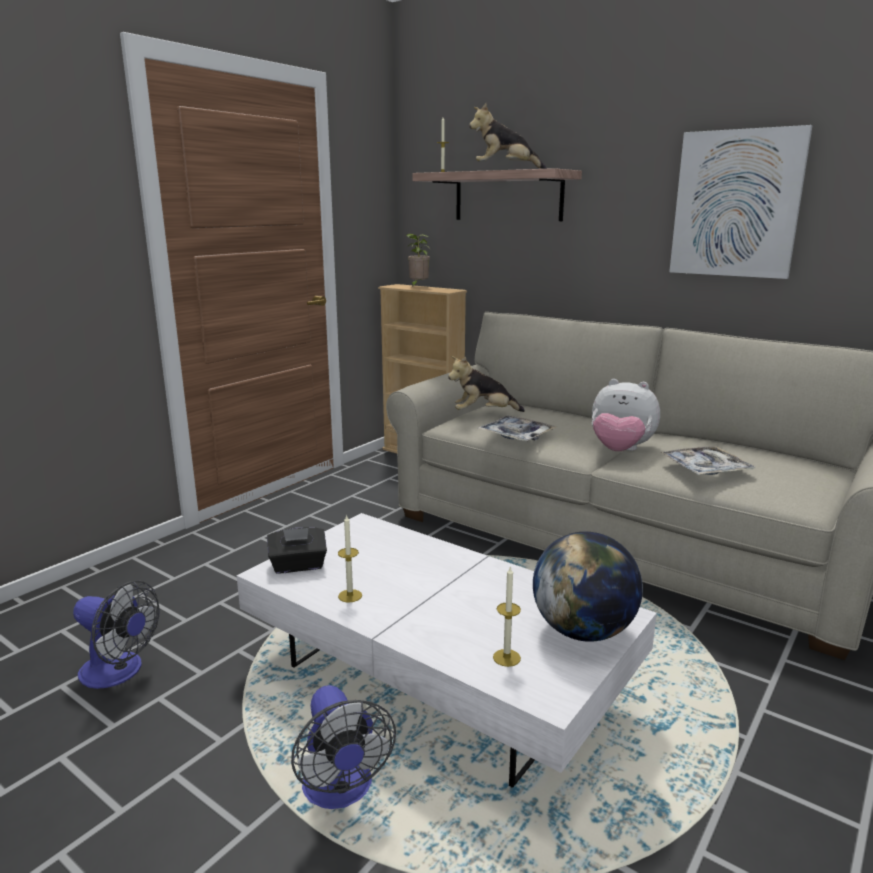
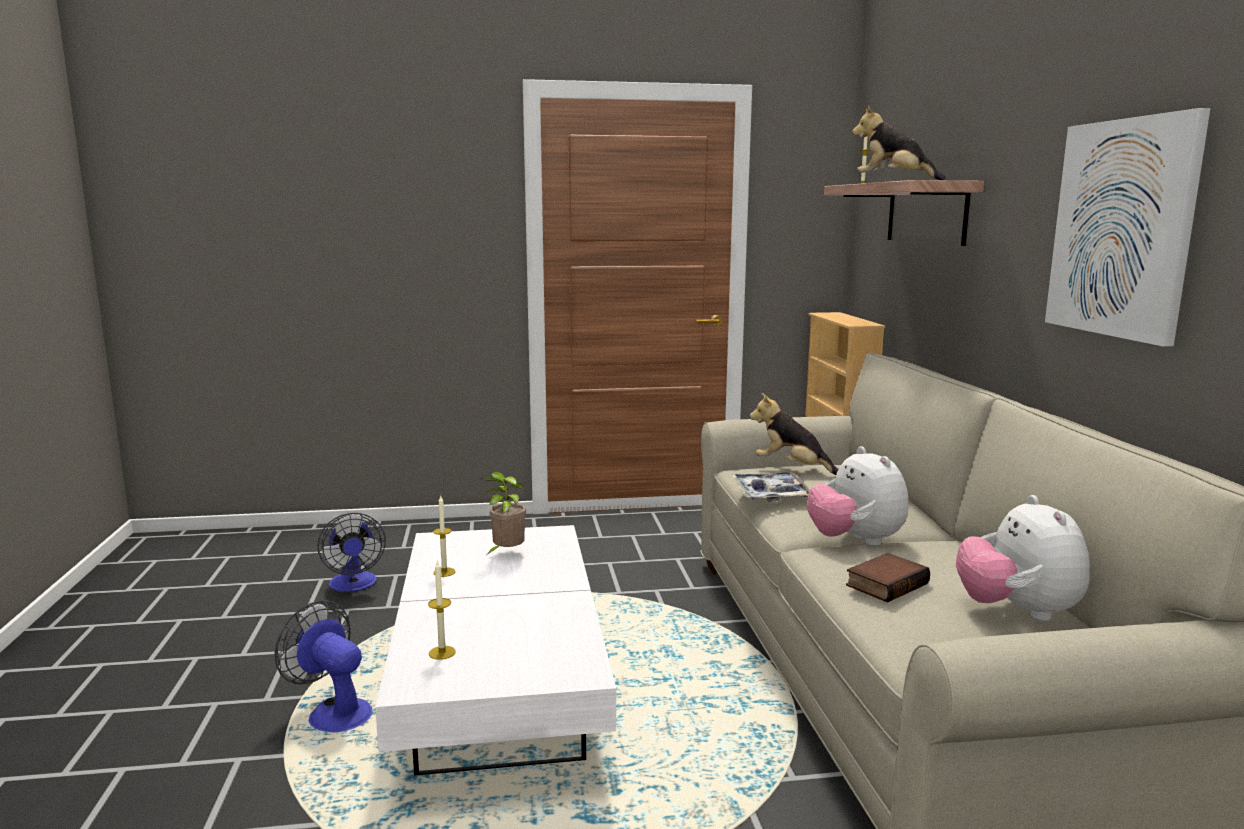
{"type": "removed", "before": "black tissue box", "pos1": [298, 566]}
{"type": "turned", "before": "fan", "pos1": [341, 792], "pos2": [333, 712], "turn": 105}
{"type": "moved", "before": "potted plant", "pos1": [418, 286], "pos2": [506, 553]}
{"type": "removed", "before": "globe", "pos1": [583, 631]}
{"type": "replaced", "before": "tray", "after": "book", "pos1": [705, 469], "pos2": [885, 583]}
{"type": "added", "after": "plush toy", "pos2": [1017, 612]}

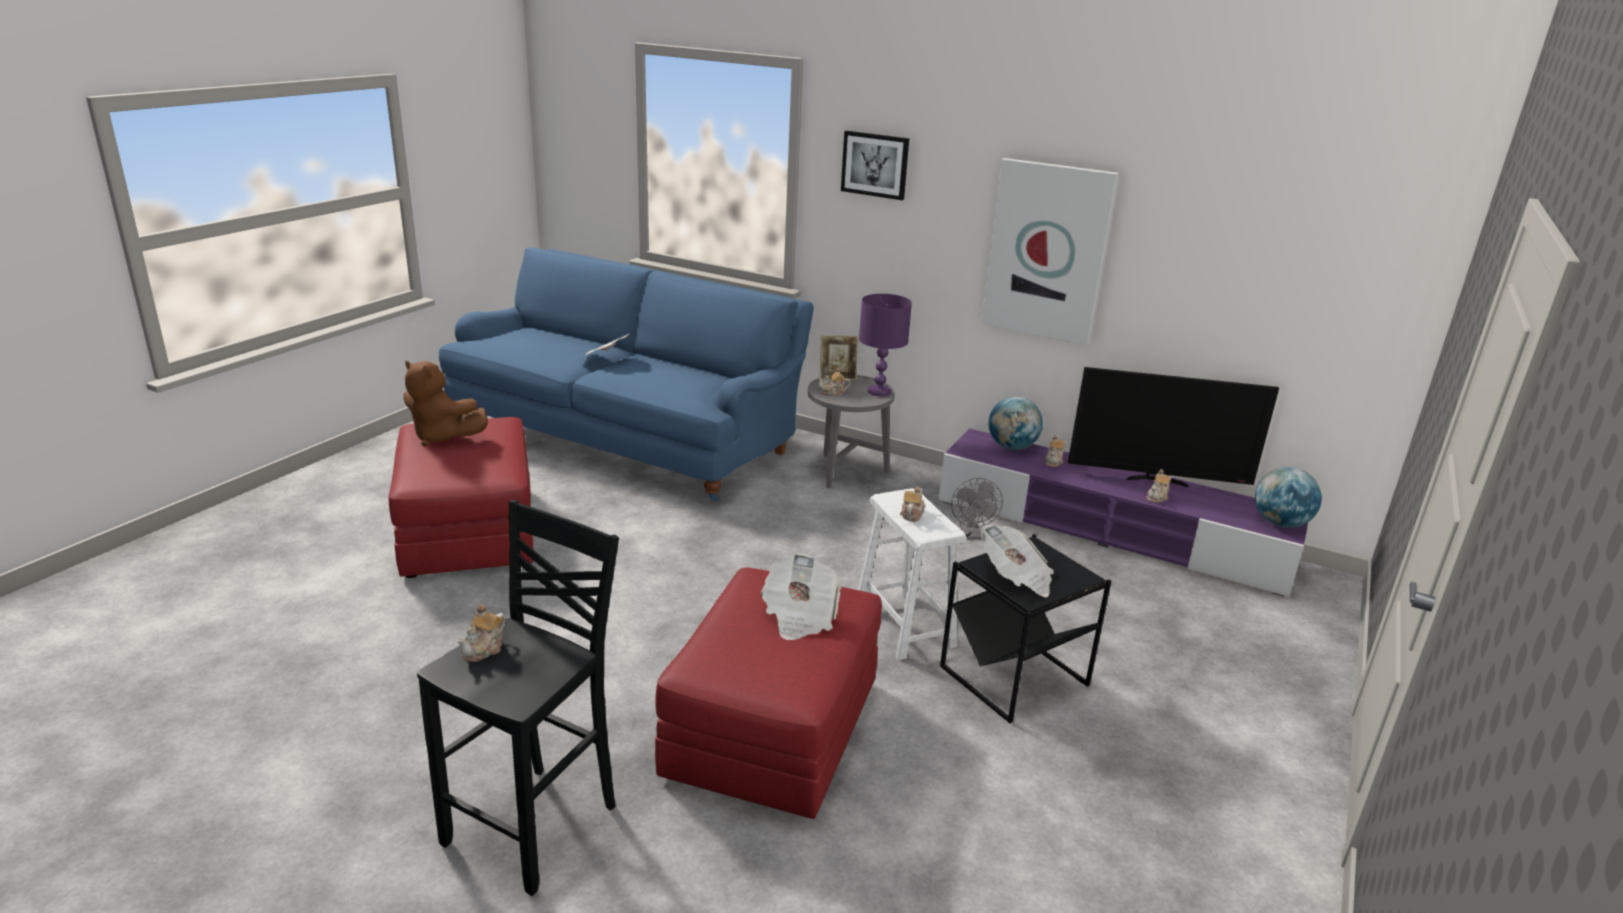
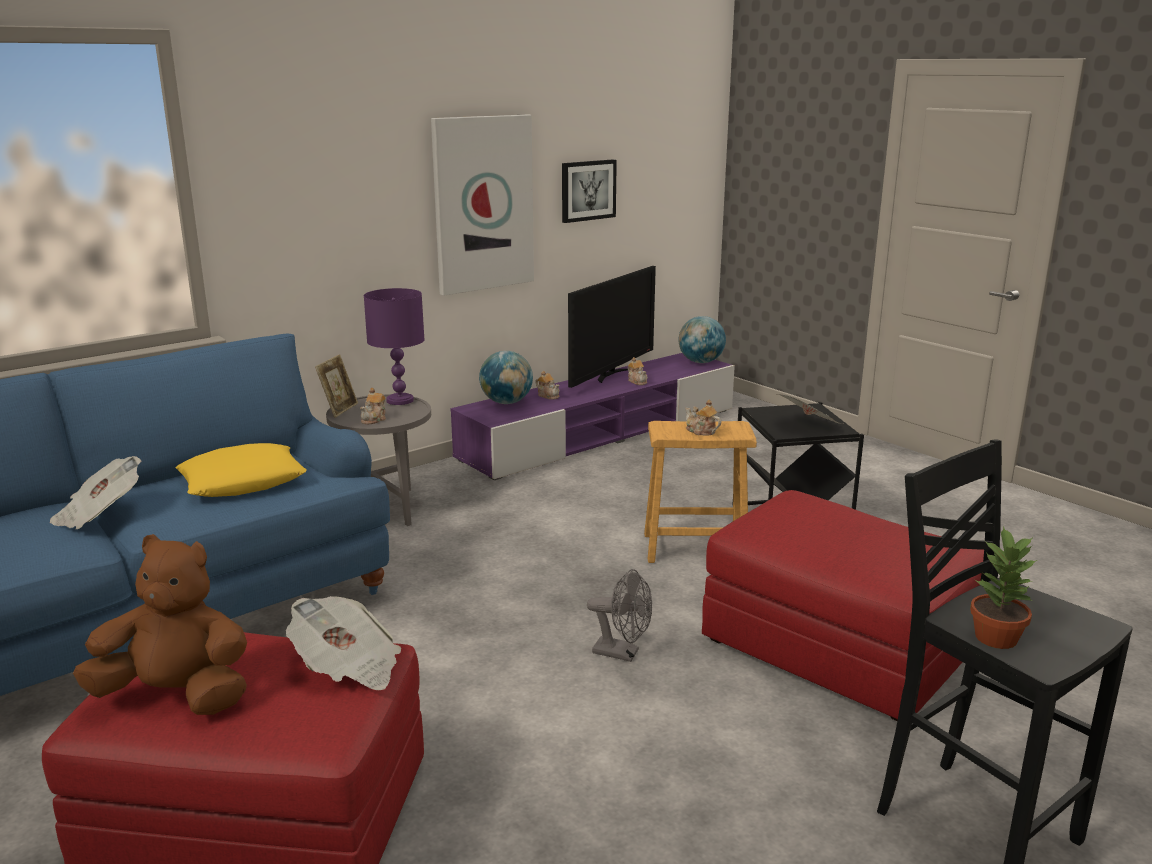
{"type": "turned", "before": "brown plush toy", "pos1": [442, 437], "pos2": [177, 695], "turn": -135}
{"type": "replaced", "before": "teapot", "after": "potted plant", "pos1": [484, 649], "pos2": [996, 637]}
{"type": "moved", "before": "newspaper", "pos1": [799, 616], "pos2": [348, 667]}
{"type": "moved", "before": "picture", "pos1": [875, 164], "pos2": [587, 190]}
{"type": "recoloured", "before": "white stool", "after": "brown stool", "pos1": [903, 625], "pos2": [695, 548]}
{"type": "moved", "before": "grey fan", "pos1": [971, 535], "pos2": [622, 653]}
{"type": "added", "after": "yellow pillow", "pos2": [243, 481]}

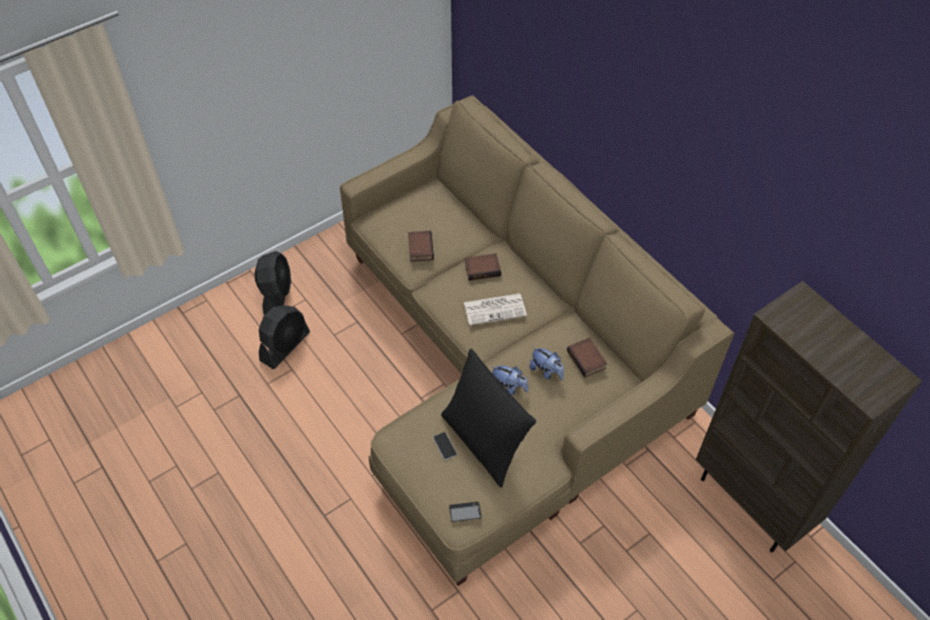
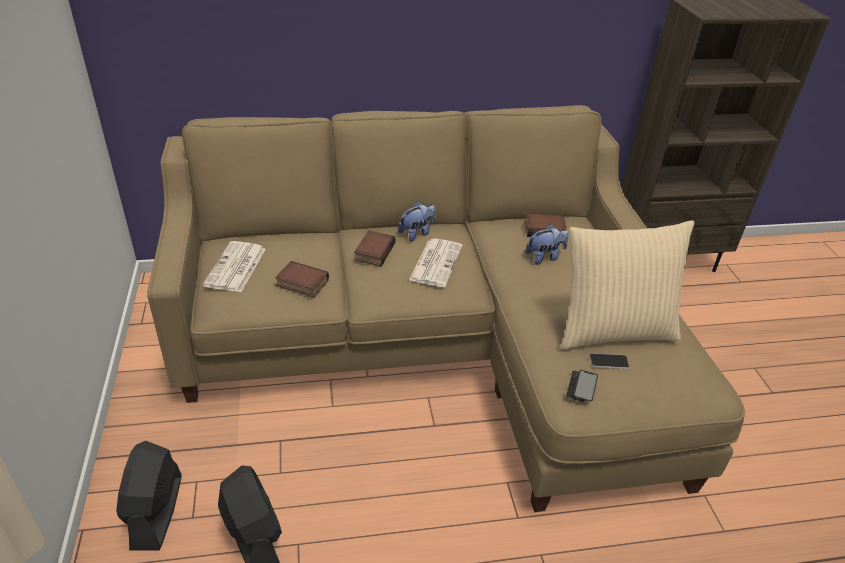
{"type": "turned", "before": "black fan", "pos1": [277, 294], "pos2": [156, 512], "turn": -120}
{"type": "recoloured", "before": "black pillow", "after": "beige pillow", "pos1": [485, 441], "pos2": [613, 330]}
{"type": "moved", "before": "phone", "pos1": [465, 512], "pos2": [581, 387]}
{"type": "moved", "before": "plush toy", "pos1": [509, 387], "pos2": [417, 233]}
{"type": "added", "after": "newspaper", "pos2": [236, 268]}

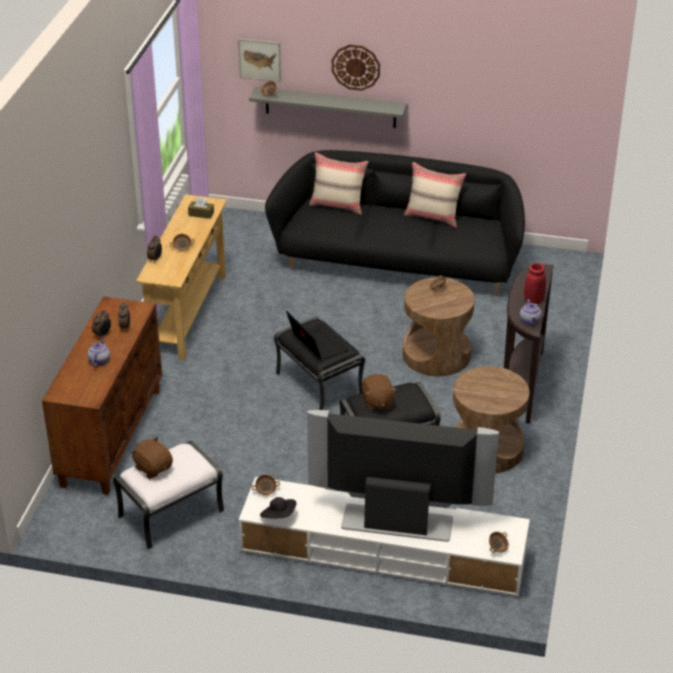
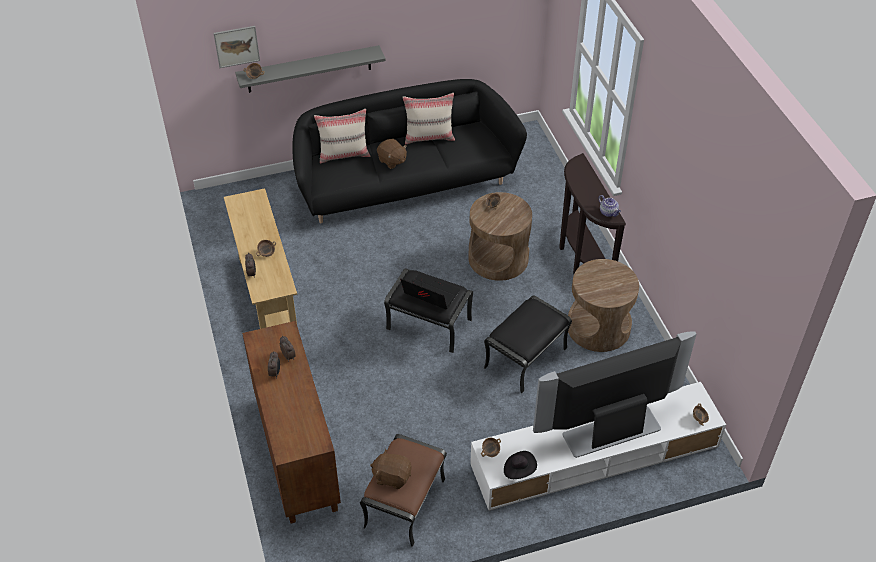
{"type": "removed", "before": "teapot", "pos1": [99, 360]}
{"type": "recoloured", "before": "white ottoman", "after": "brown ottoman", "pos1": [171, 515], "pos2": [405, 504]}
{"type": "removed", "before": "brown tissue box", "pos1": [201, 214]}
{"type": "removed", "before": "wall clock", "pos1": [356, 67]}
{"type": "moved", "before": "brown plush toy", "pos1": [377, 402], "pos2": [392, 161]}
{"type": "removed", "before": "red vase", "pos1": [533, 301]}

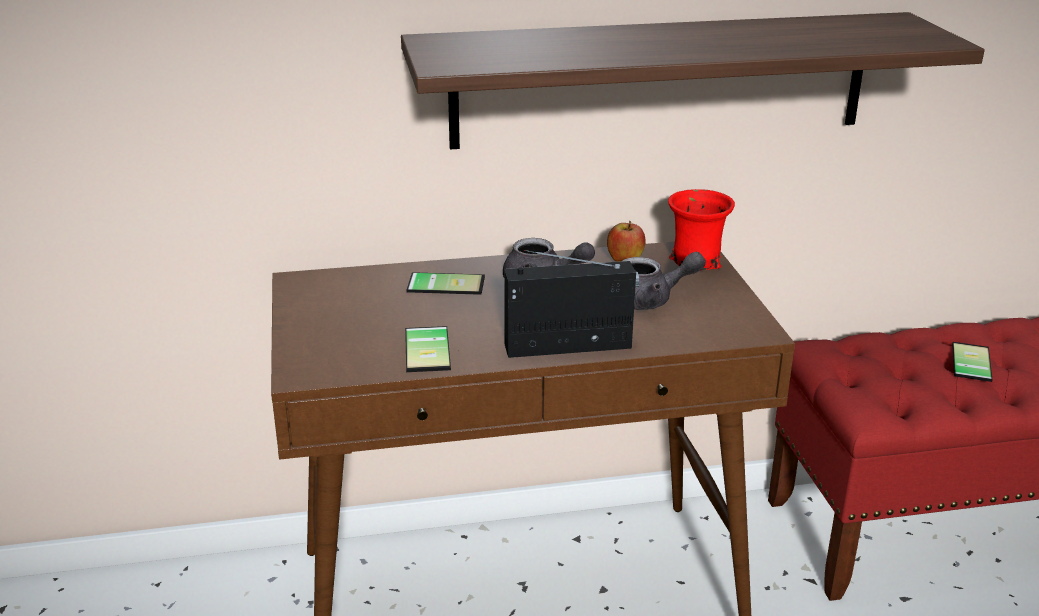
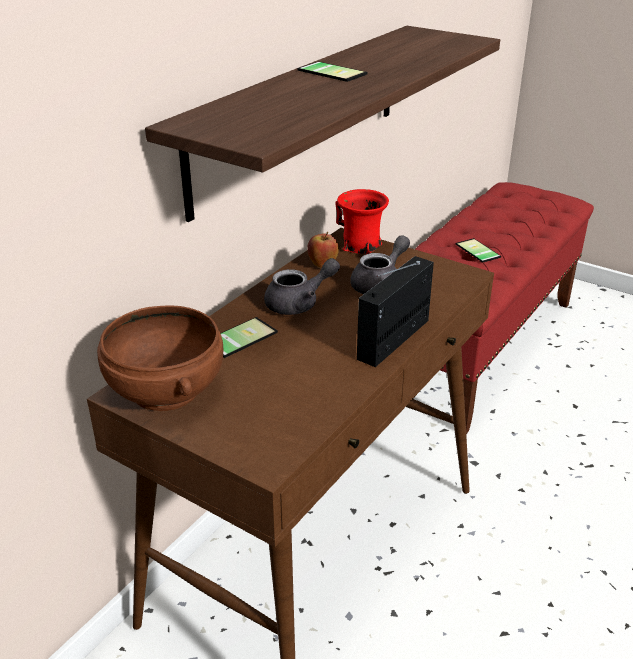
{"type": "moved", "before": "phone", "pos1": [432, 349], "pos2": [334, 71]}
{"type": "added", "after": "brown bowl", "pos2": [164, 391]}

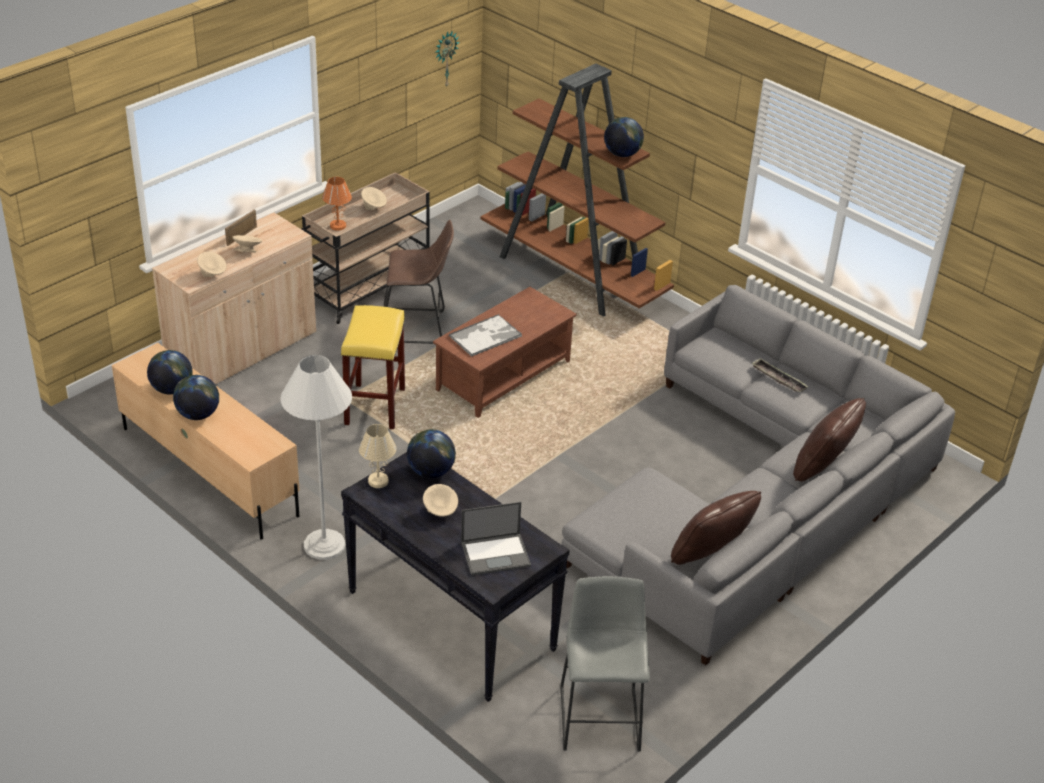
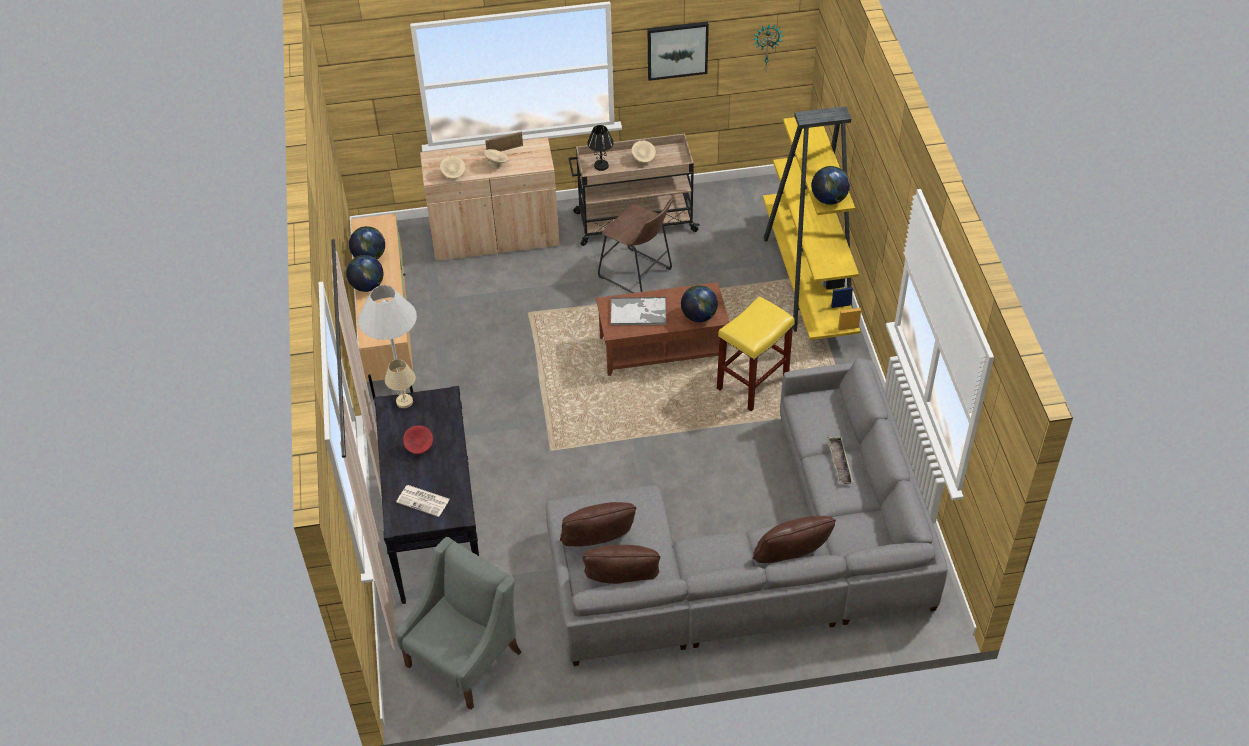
{"type": "recoloured", "before": "orange table lamp", "after": "black table lamp", "pos1": [338, 226], "pos2": [601, 166]}
{"type": "moved", "before": "yellow stool", "pos1": [374, 405], "pos2": [753, 383]}
{"type": "moved", "before": "globe", "pos1": [431, 472], "pos2": [699, 316]}
{"type": "recoloured", "before": "beige bowl", "after": "red bowl", "pos1": [440, 512], "pos2": [420, 448]}
{"type": "replaced", "before": "laptop", "after": "newspaper", "pos1": [496, 554], "pos2": [424, 501]}
{"type": "recoloured", "before": "brown bookcase", "after": "yellow bookcase", "pos1": [573, 275], "pos2": [808, 281]}
{"type": "replaced", "before": "grey stool", "after": "grey armchair", "pos1": [600, 714], "pos2": [465, 658]}
{"type": "added", "after": "brown pillow", "pos2": [598, 544]}
{"type": "added", "after": "picture", "pos2": [677, 50]}

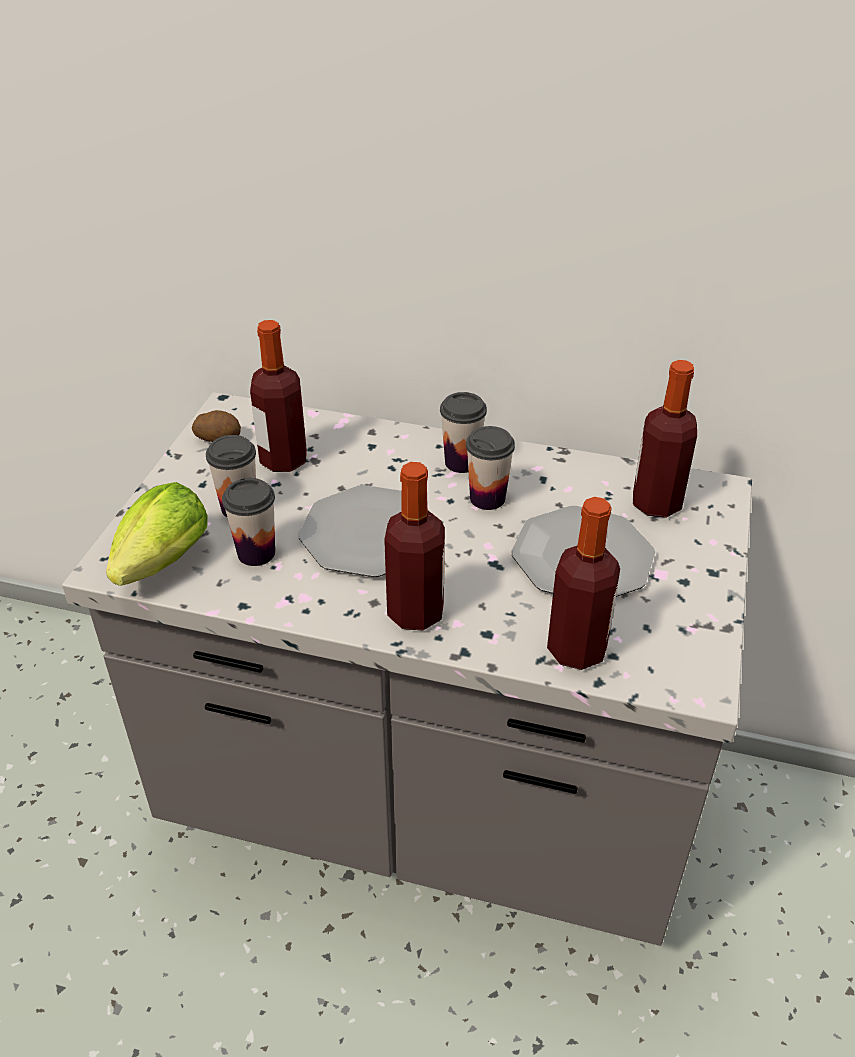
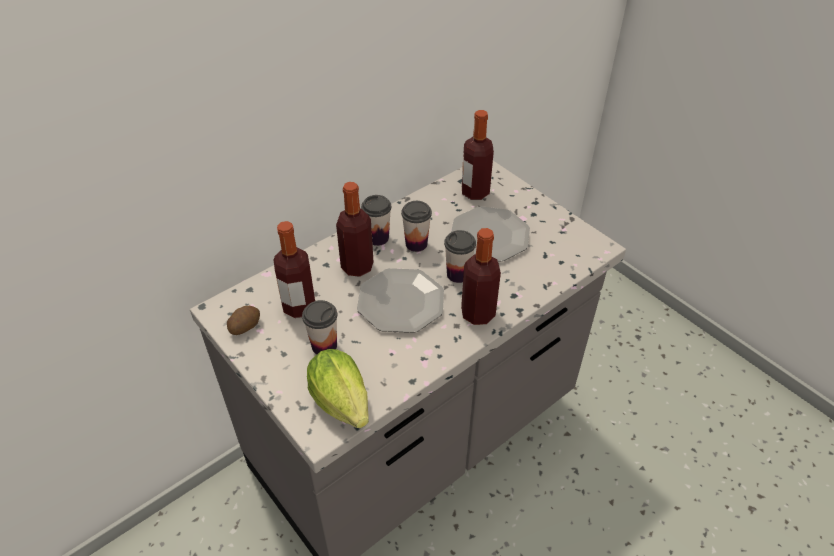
{"type": "moved", "before": "cup", "pos1": [256, 553], "pos2": [458, 274]}
{"type": "moved", "before": "bottle", "pos1": [576, 650], "pos2": [357, 266]}

